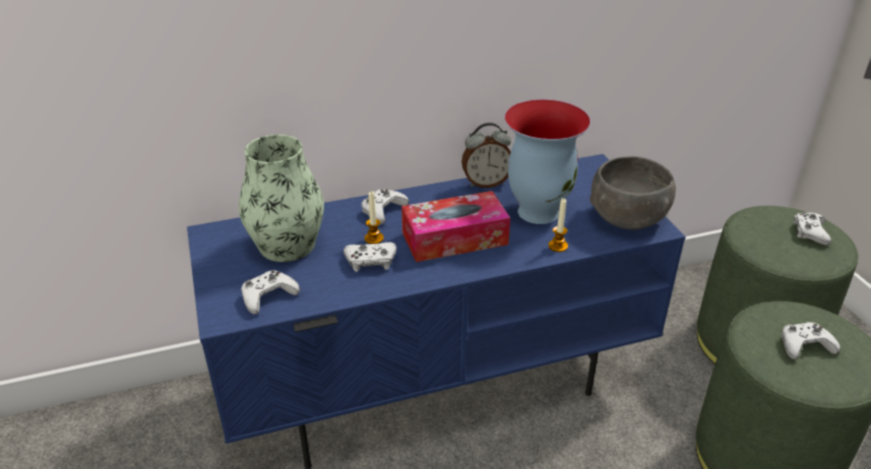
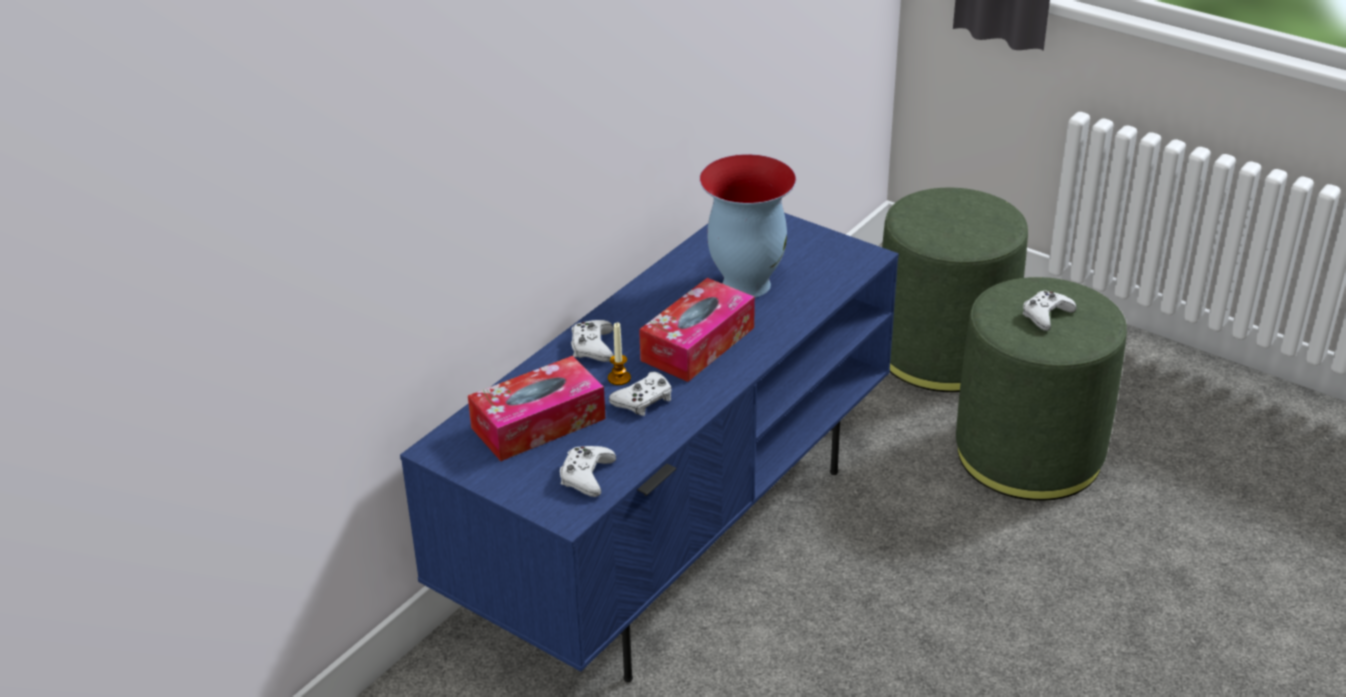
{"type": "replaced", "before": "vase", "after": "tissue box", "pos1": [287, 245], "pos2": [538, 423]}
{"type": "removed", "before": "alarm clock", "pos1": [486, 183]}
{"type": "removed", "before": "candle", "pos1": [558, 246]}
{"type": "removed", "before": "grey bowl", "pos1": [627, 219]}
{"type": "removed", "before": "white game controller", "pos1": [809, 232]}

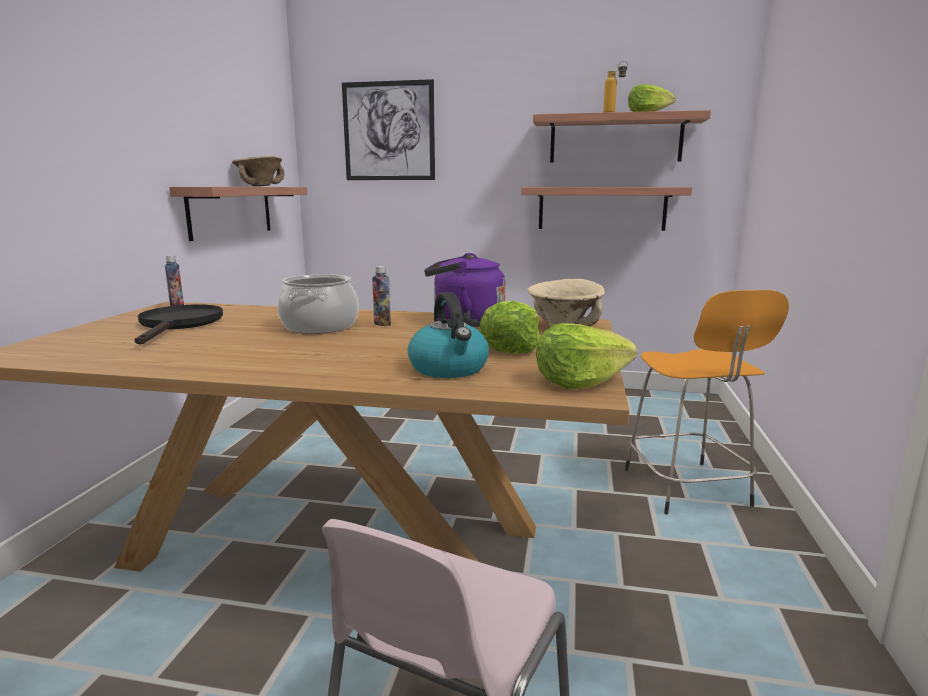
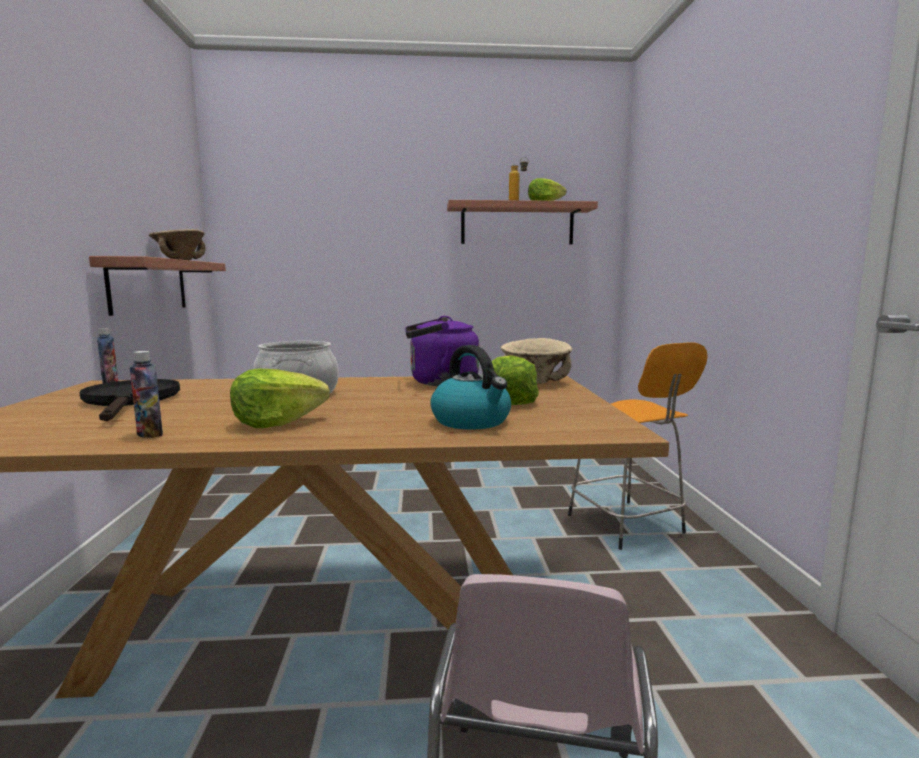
{"type": "removed", "before": "picture", "pos1": [389, 131]}
{"type": "moved", "before": "bottle", "pos1": [382, 324], "pos2": [150, 434]}
{"type": "removed", "before": "shelf", "pos1": [601, 208]}
{"type": "moved", "before": "lettuce", "pos1": [579, 382], "pos2": [277, 422]}

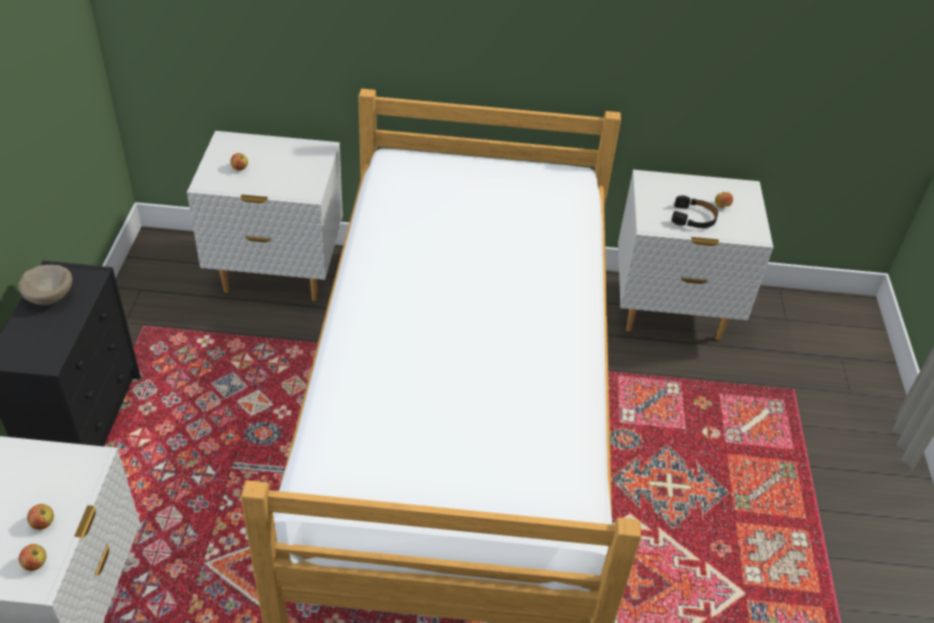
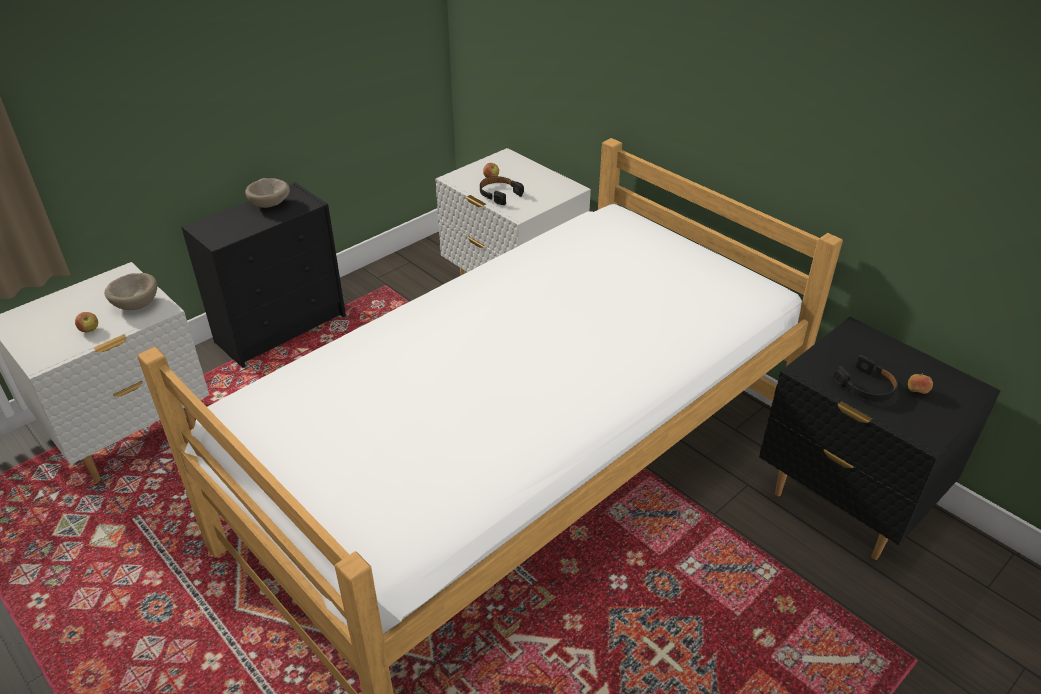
{"type": "removed", "before": "apple", "pos1": [35, 564]}
{"type": "recoloured", "before": "white nightstand", "after": "black nightstand", "pos1": [671, 312], "pos2": [844, 504]}
{"type": "added", "after": "beige bowl", "pos2": [137, 303]}
{"type": "added", "after": "black headphones", "pos2": [499, 194]}

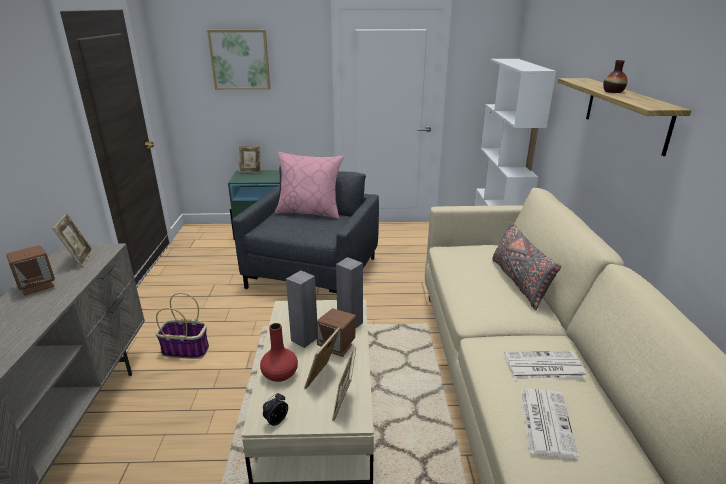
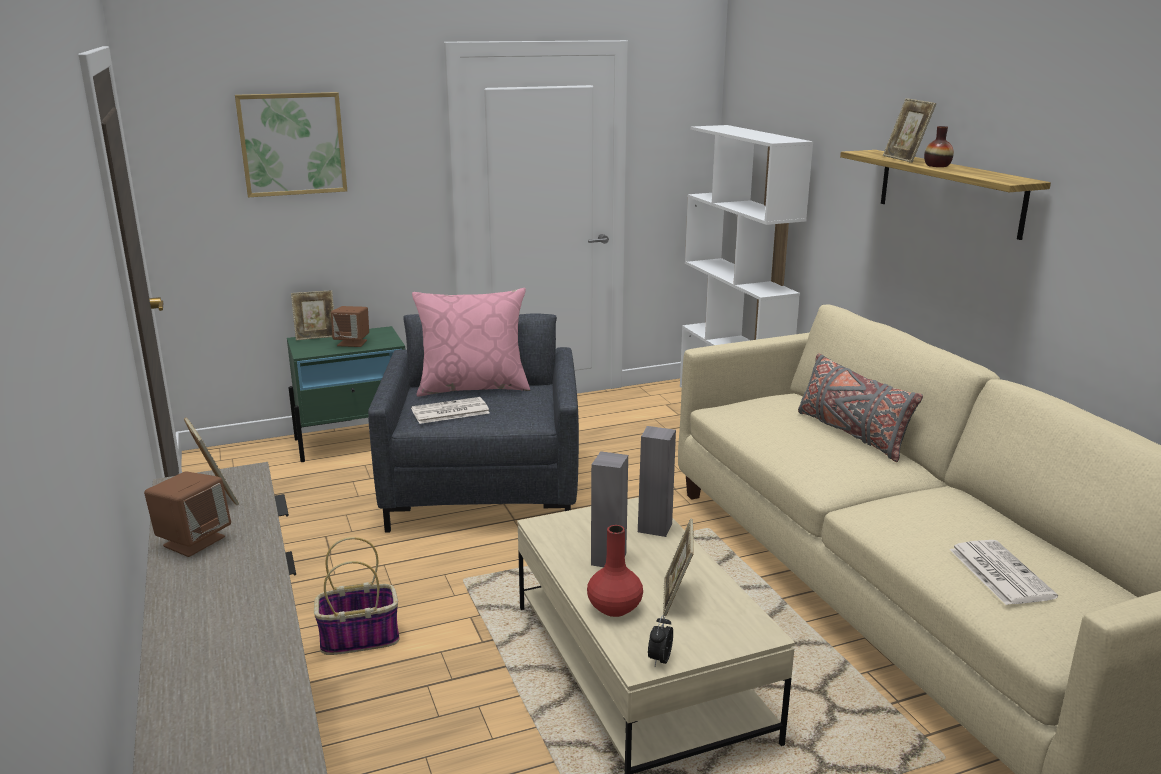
{"type": "moved", "before": "brown speaker", "pos1": [337, 347], "pos2": [352, 343]}
{"type": "moved", "before": "picture frame", "pos1": [344, 403], "pos2": [905, 159]}
{"type": "moved", "before": "newspaper", "pos1": [543, 366], "pos2": [449, 412]}

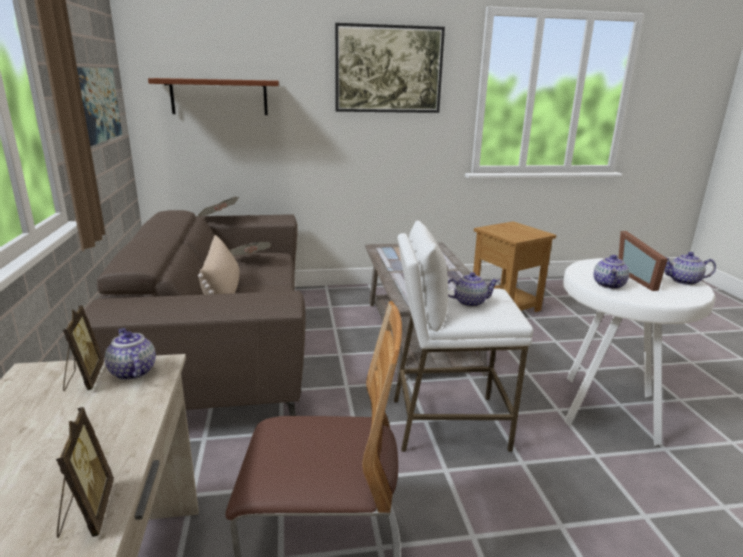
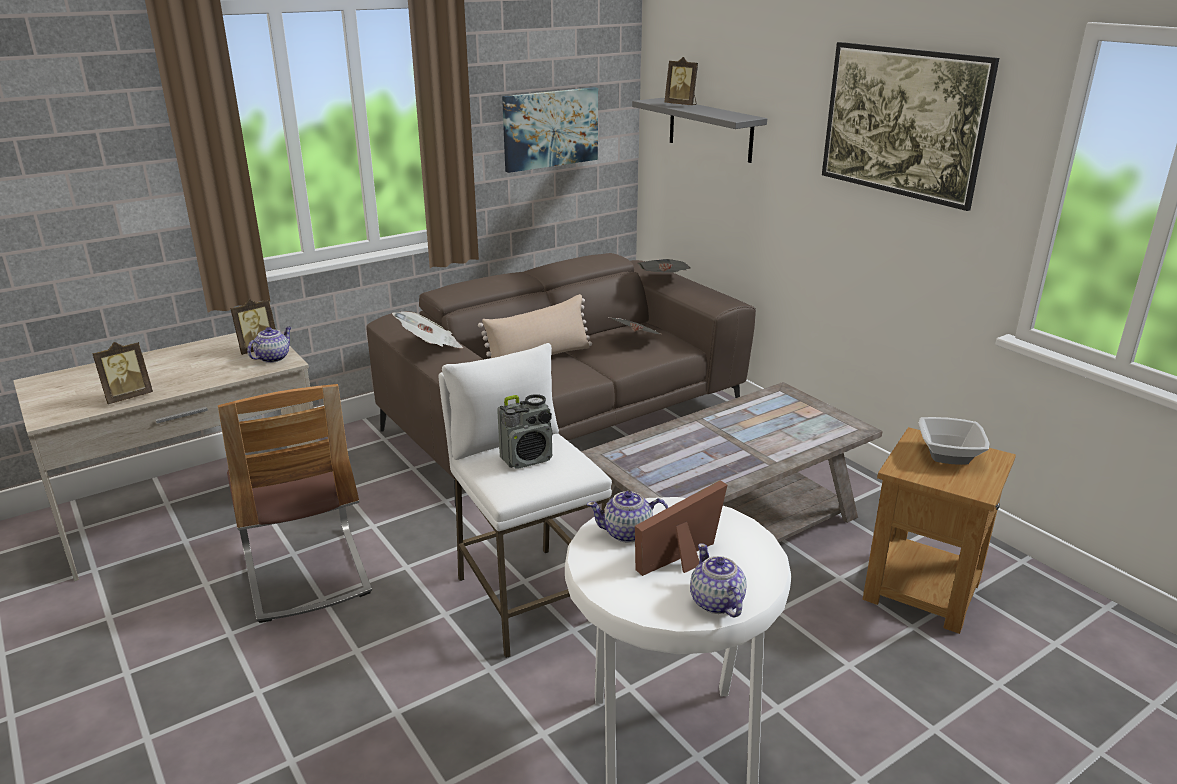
{"type": "recoloured", "before": "brown shelf", "after": "grey shelf", "pos1": [219, 97], "pos2": [710, 129]}
{"type": "replaced", "before": "teapot", "after": "radio", "pos1": [469, 302], "pos2": [527, 459]}
{"type": "added", "after": "newspaper", "pos2": [430, 346]}
{"type": "added", "after": "picture frame", "pos2": [682, 105]}
{"type": "added", "after": "bowl", "pos2": [949, 455]}

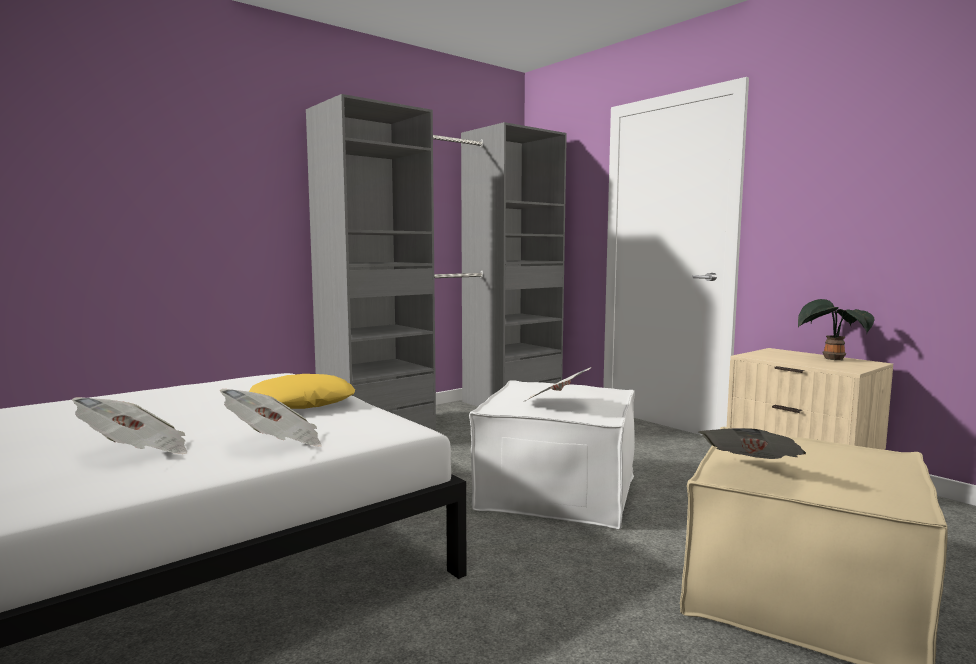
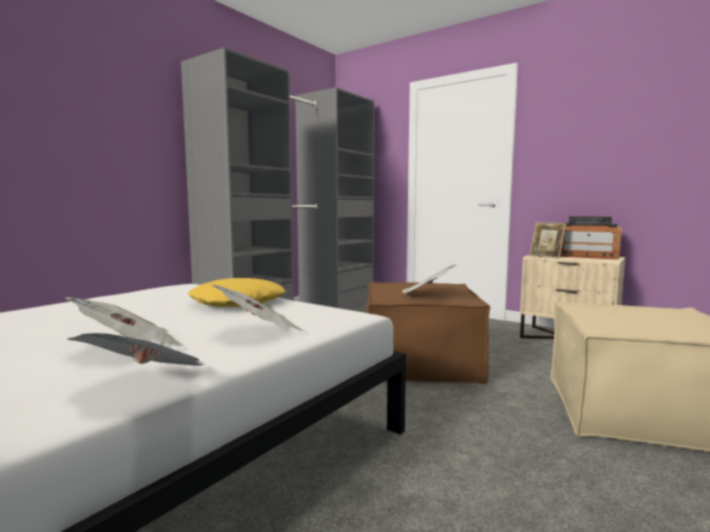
{"type": "recoloured", "before": "white ottoman", "after": "brown ottoman", "pos1": [557, 491], "pos2": [421, 363]}
{"type": "moved", "before": "newspaper", "pos1": [750, 470], "pos2": [149, 384]}
{"type": "replaced", "before": "potted plant", "after": "radio", "pos1": [831, 359], "pos2": [587, 256]}
{"type": "added", "after": "picture frame", "pos2": [546, 256]}

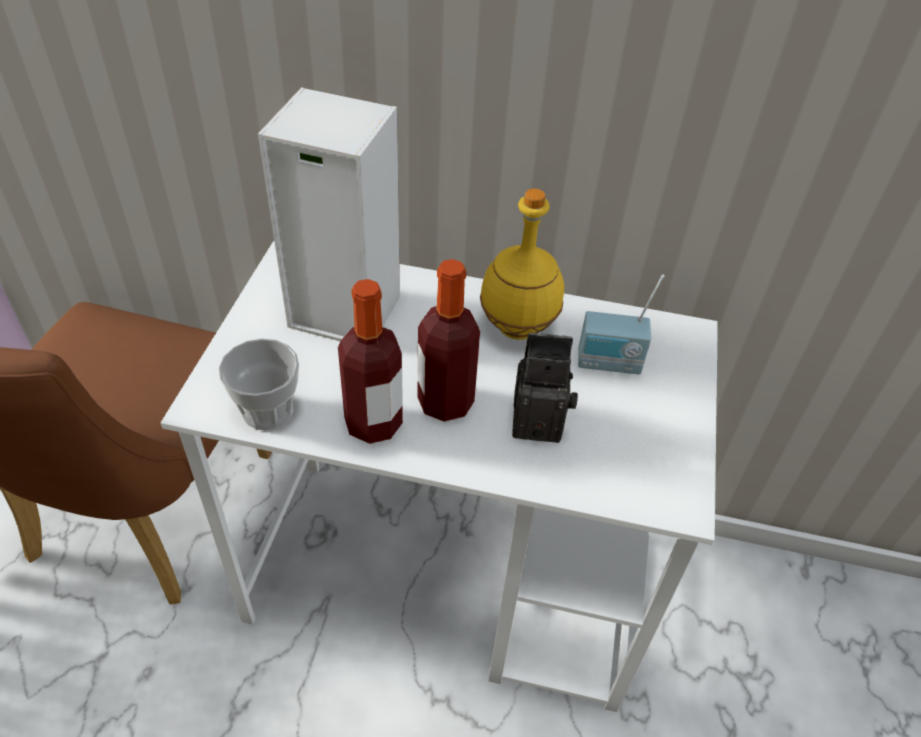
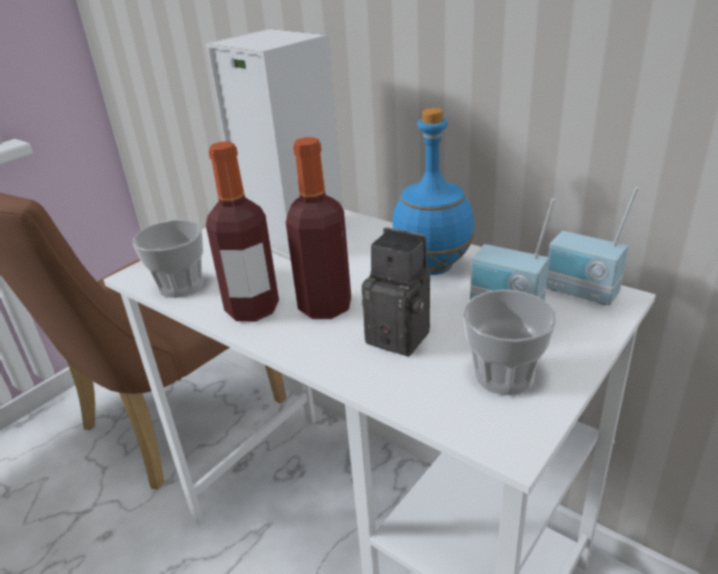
{"type": "recoloured", "before": "yellow bottle", "after": "blue bottle", "pos1": [519, 328], "pos2": [433, 267]}
{"type": "added", "after": "cup", "pos2": [504, 376]}
{"type": "added", "after": "radio", "pos2": [580, 293]}

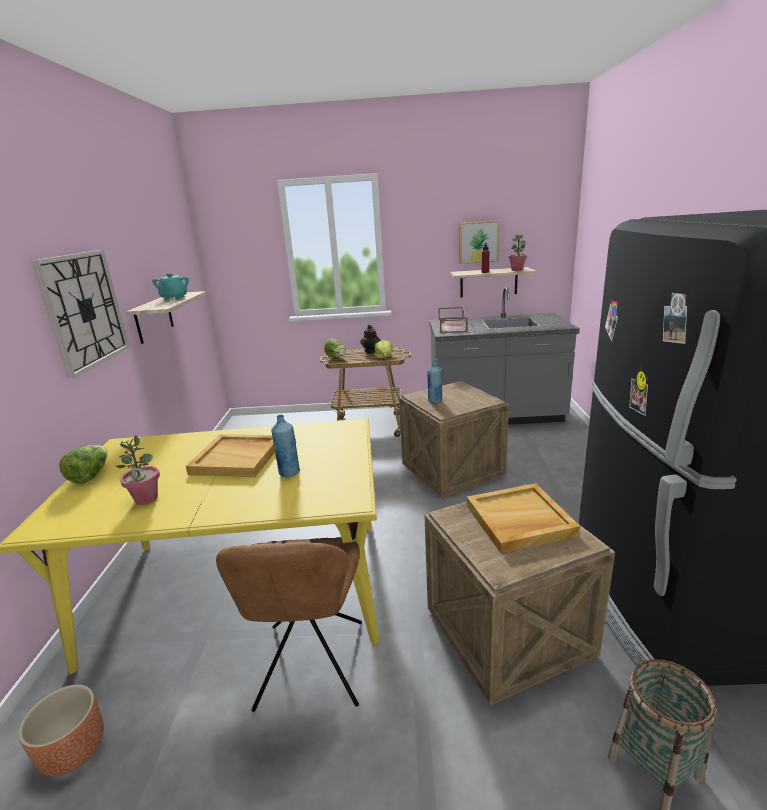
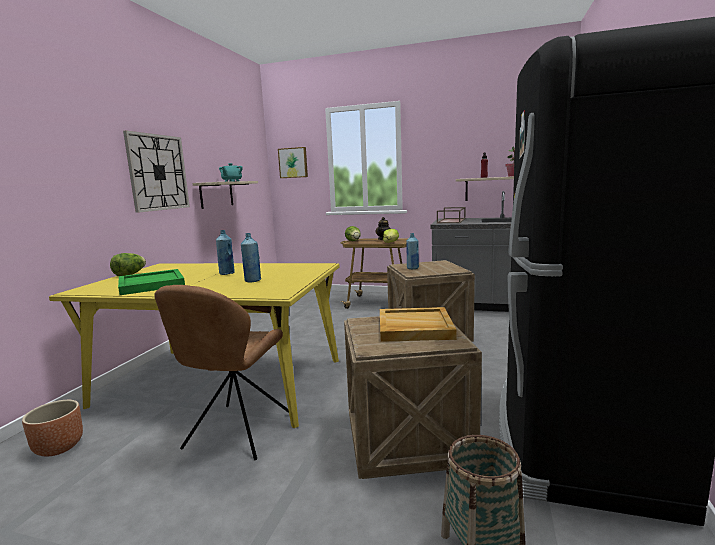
{"type": "replaced", "before": "potted plant", "after": "green tray", "pos1": [146, 499], "pos2": [151, 285]}
{"type": "replaced", "before": "beige tray", "after": "blue bottle", "pos1": [238, 458], "pos2": [227, 273]}
{"type": "moved", "before": "picture", "pos1": [478, 242], "pos2": [293, 163]}

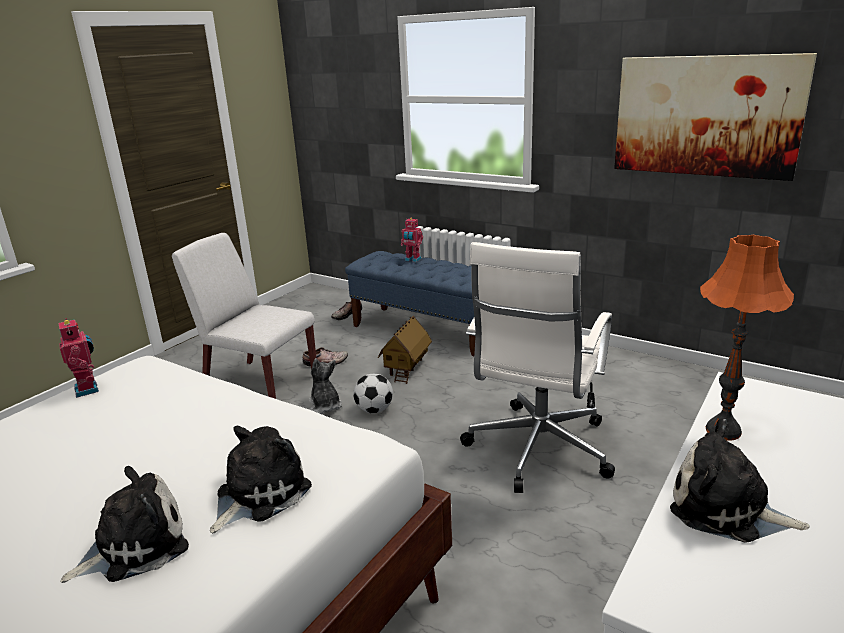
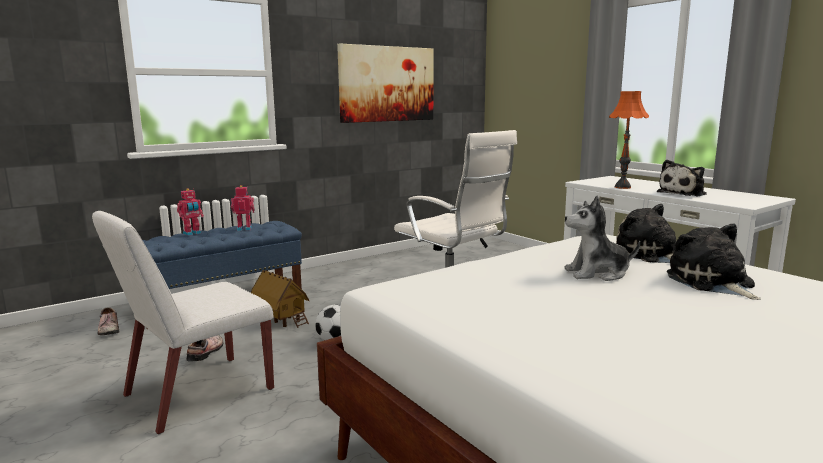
{"type": "moved", "before": "toy robot", "pos1": [88, 389], "pos2": [244, 228]}
{"type": "moved", "before": "plush toy", "pos1": [325, 406], "pos2": [597, 273]}

